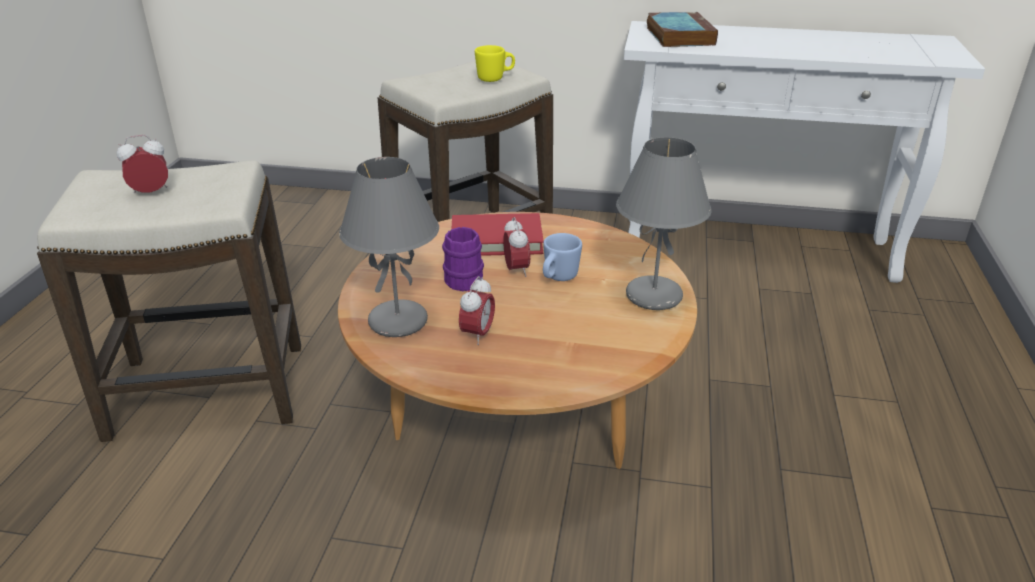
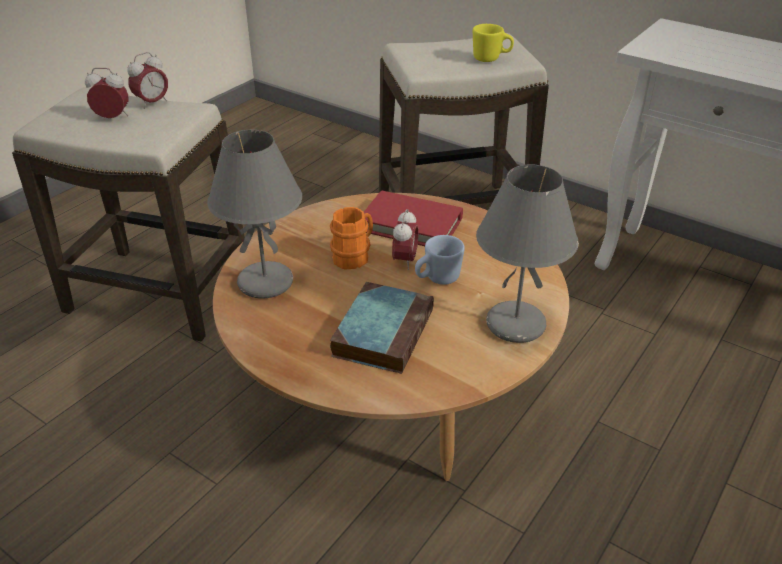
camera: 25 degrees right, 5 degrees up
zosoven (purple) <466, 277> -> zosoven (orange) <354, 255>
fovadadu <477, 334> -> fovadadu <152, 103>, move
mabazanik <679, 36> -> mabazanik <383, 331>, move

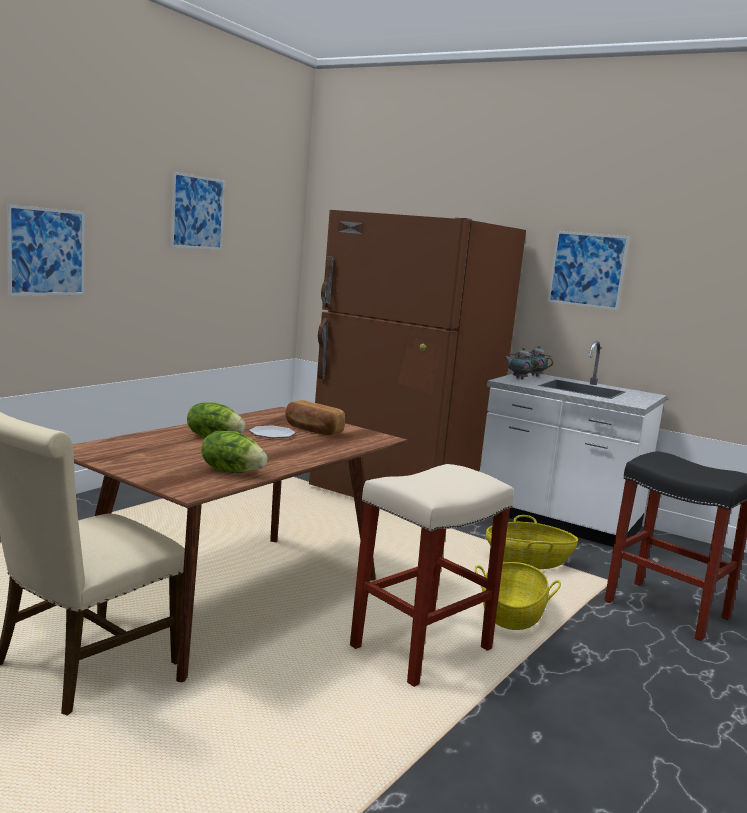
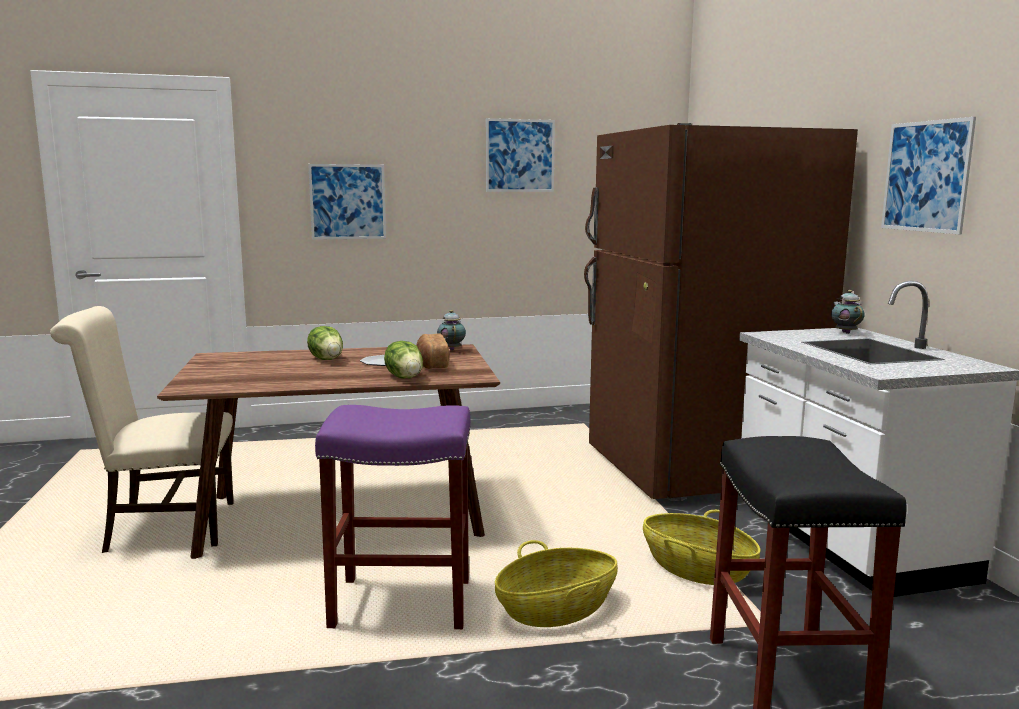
camera: 45 degrees right, 0 degrees up
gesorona <232, 471> -> gesorona <405, 377>, move
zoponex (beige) <422, 647> -> zoponex (purple) <404, 603>
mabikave <518, 378> -> mabikave <451, 349>, move

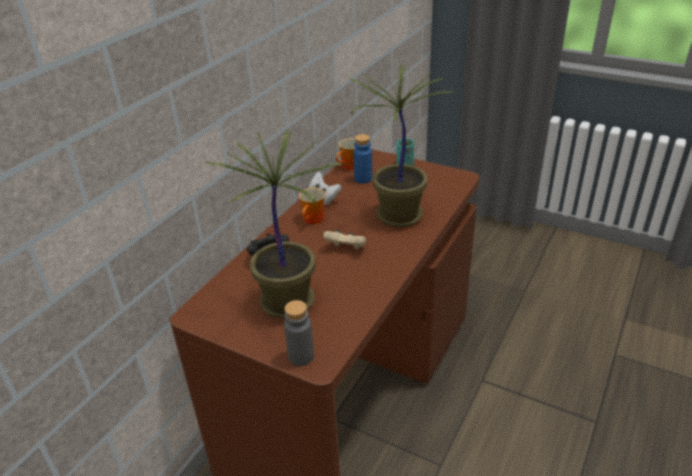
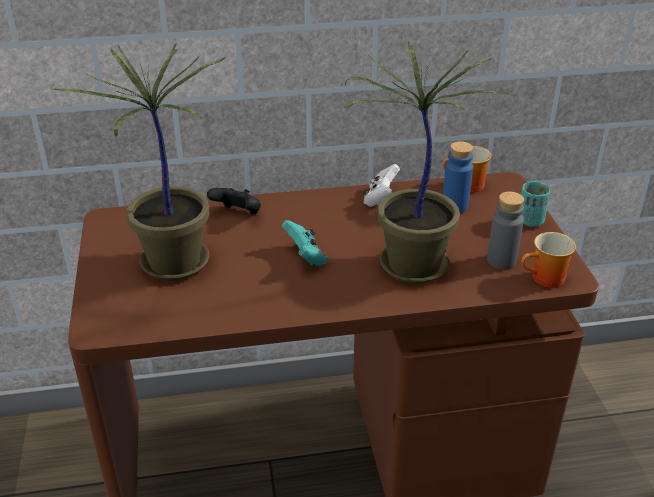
camera: 50 degrees right, 0 degrees up
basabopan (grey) <301, 356> -> basabopan (grey) <501, 261>, move
zosoven <314, 220> -> zosoven <545, 280>, move
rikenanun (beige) <346, 248> -> rikenanun (turquoise) <306, 257>

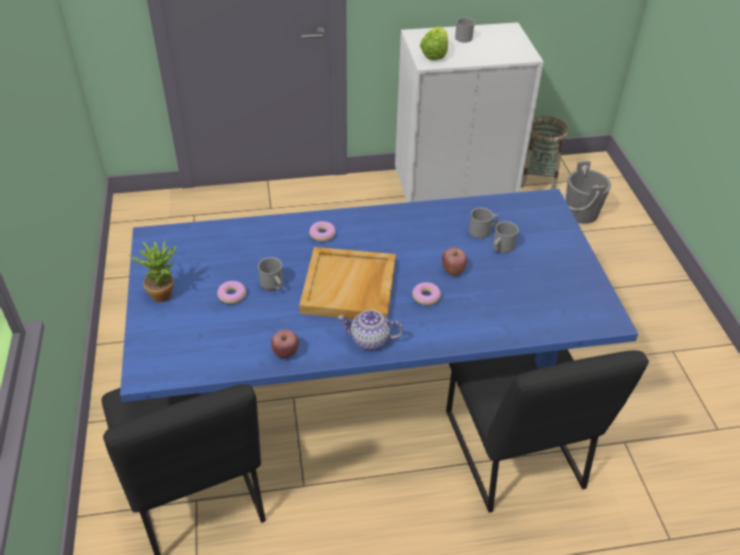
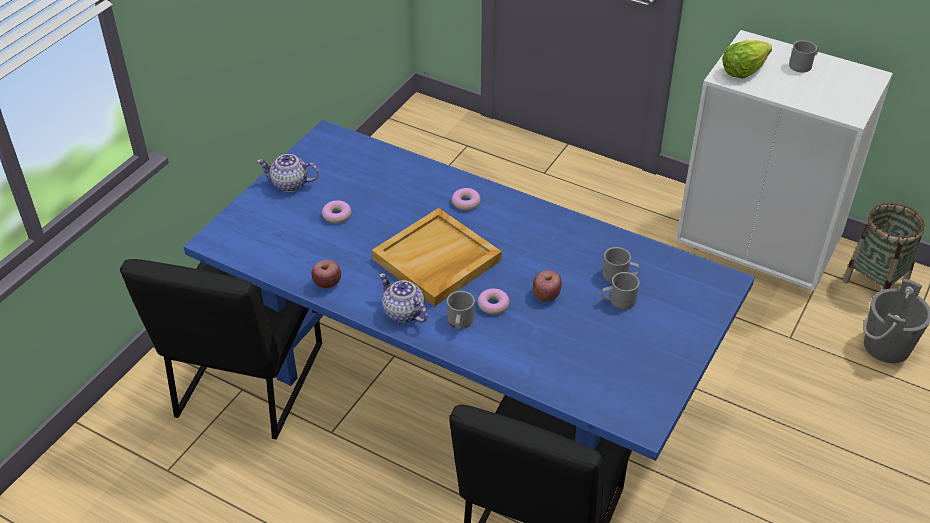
camera: 40 degrees right, 0 degrees up
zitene <163, 292> -> mabikave <290, 184>
zosoven (grey) <273, 285> -> zosoven (grey) <460, 323>, move

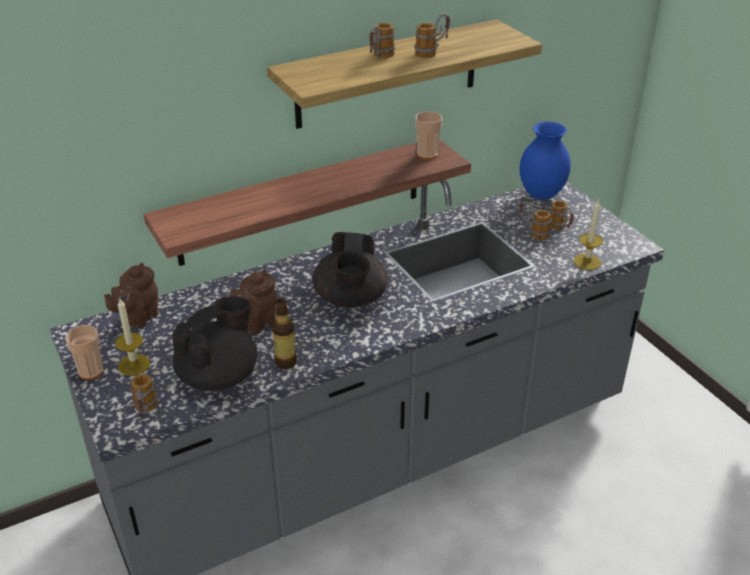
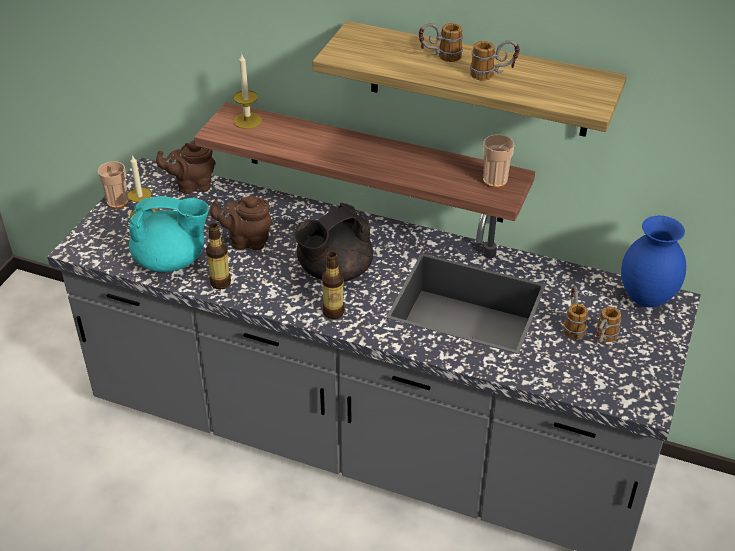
camera: 50 degrees right, 5 degrees up
zosoven <145, 412> -> none
mabikave (black) <219, 376> -> mabikave (turquoise) <172, 260>
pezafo <587, 262> -> pezafo <247, 120>, move
none -> basabopan <333, 312>

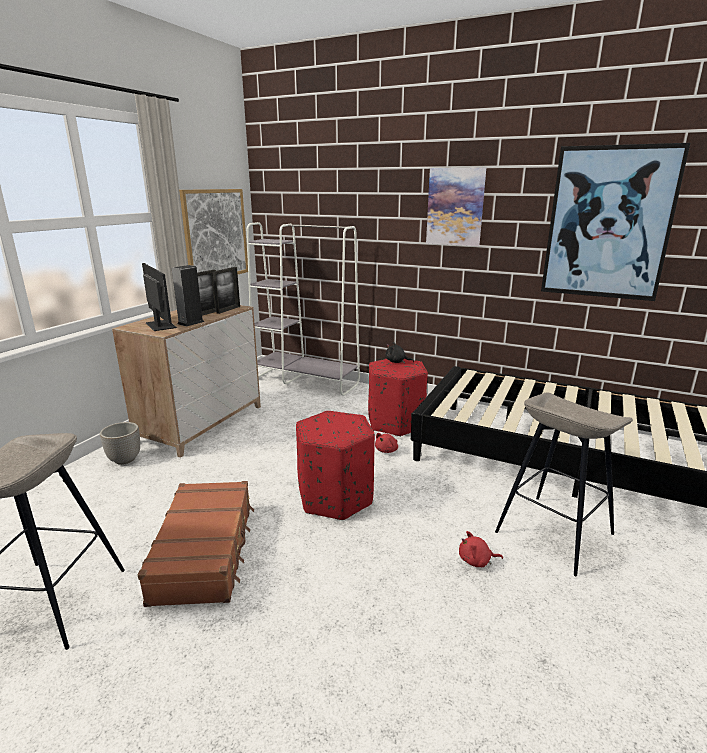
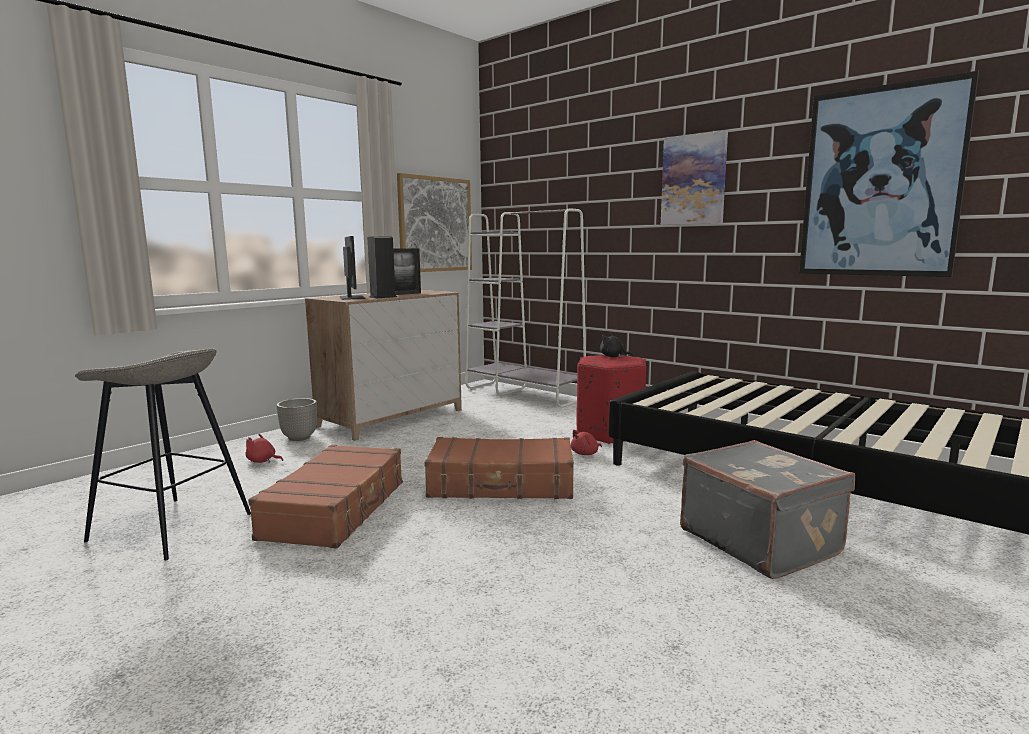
camera: 15 degrees right, 10 degrees down
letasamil <228, 310> -> none
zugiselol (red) <336, 497> -> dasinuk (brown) <501, 484>
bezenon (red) <476, 561> -> bezenon (red) <262, 461>, move
zoponex (grey) <553, 532> -> dasinuk (grey) <760, 541>

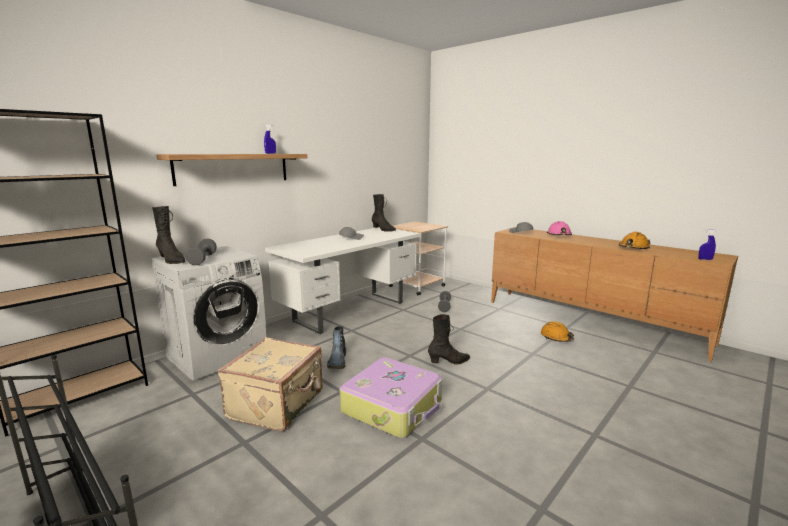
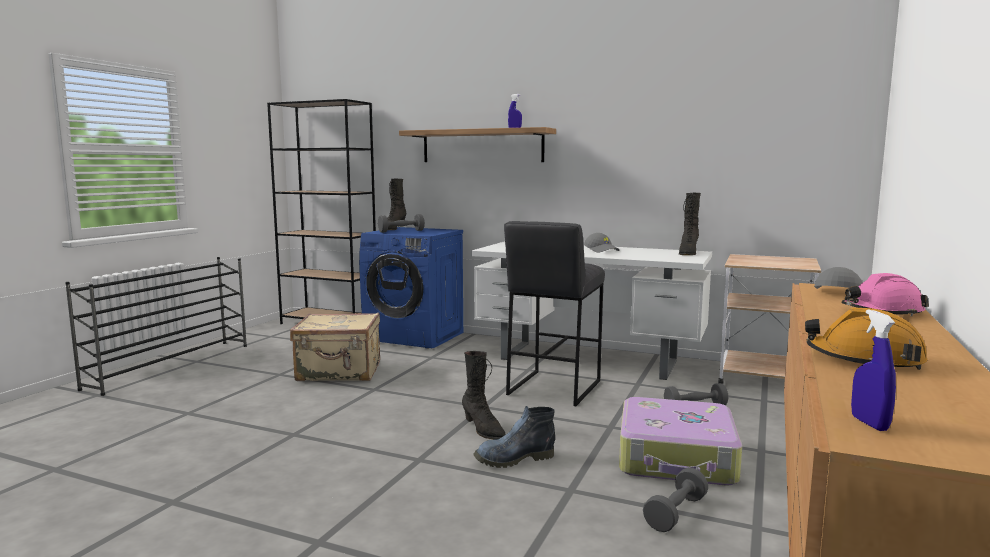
camera: 70 degrees right, 5 degrees down
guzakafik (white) <218, 357> -> guzakafik (blue) <415, 338>
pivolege <337, 361> -> pivolege <513, 459>, move
dasinuk <393, 407> -> dasinuk <677, 458>, move
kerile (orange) <556, 338> -> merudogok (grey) <675, 513>
none -> zoponex (grey) <553, 388>

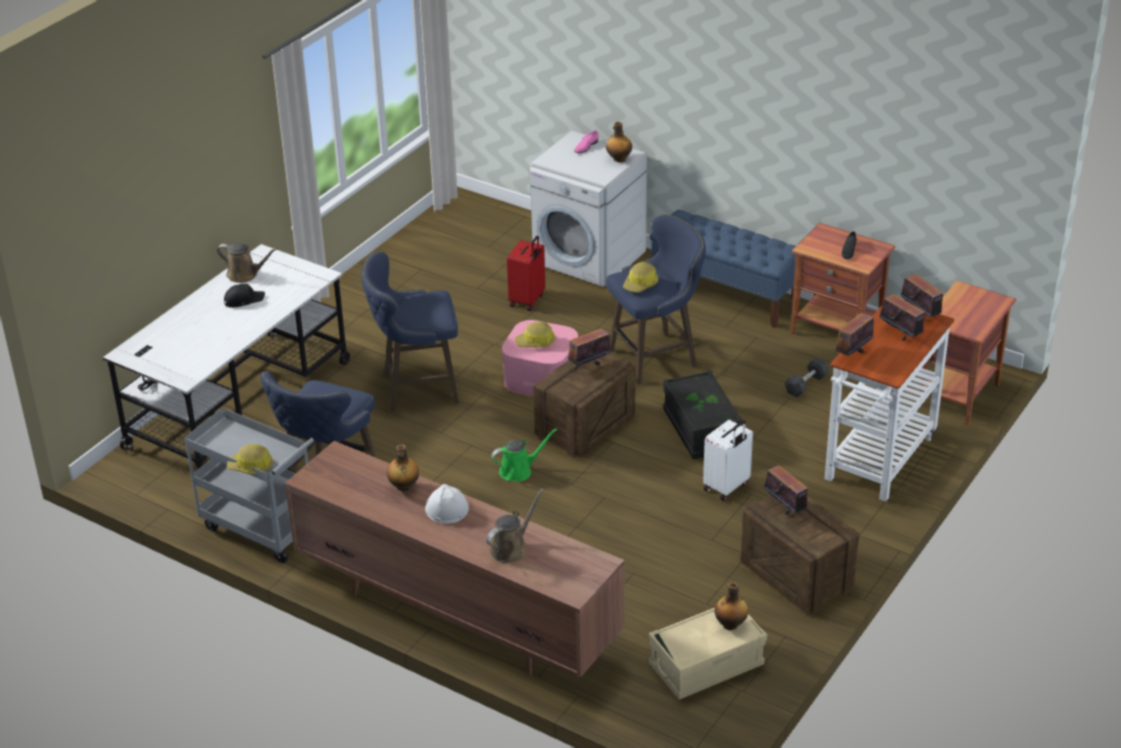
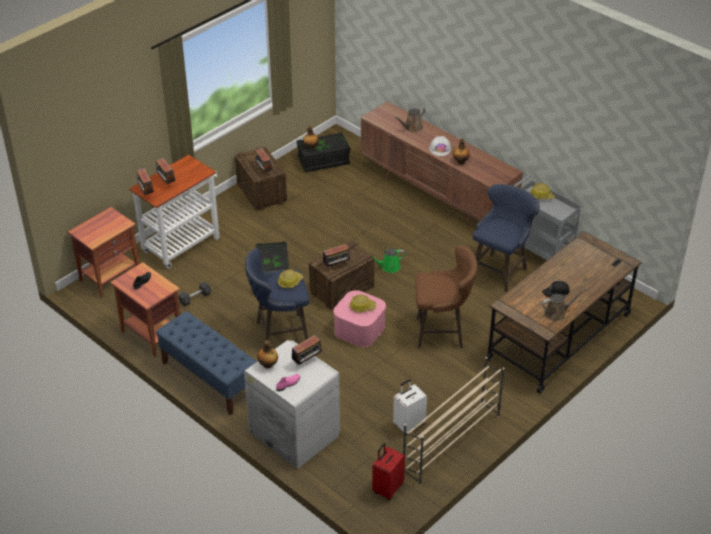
camera: 170 degrees left, 5 degrees up
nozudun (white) <238, 404> -> nozudun (brown) <559, 337>
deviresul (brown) <245, 275> -> deviresul (brown) <557, 313>, 135 degrees clockwise
zoponex (blue) <416, 388> -> zoponex (brown) <442, 332>
dasinuk (red) <528, 300> -> dasinuk (red) <387, 488>, move
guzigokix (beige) <706, 665> -> guzigokix (black) <323, 161>
dasinuk (white) <727, 487> -> dasinuk (white) <409, 424>, move
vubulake <852, 354> -> vubulake <307, 361>, move
none -> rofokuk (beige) <451, 444>

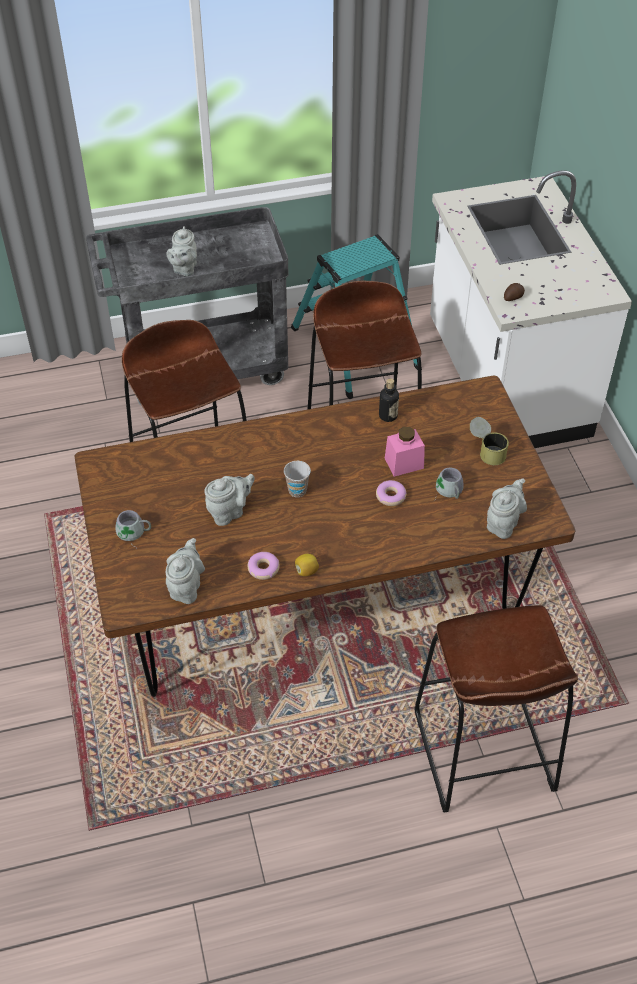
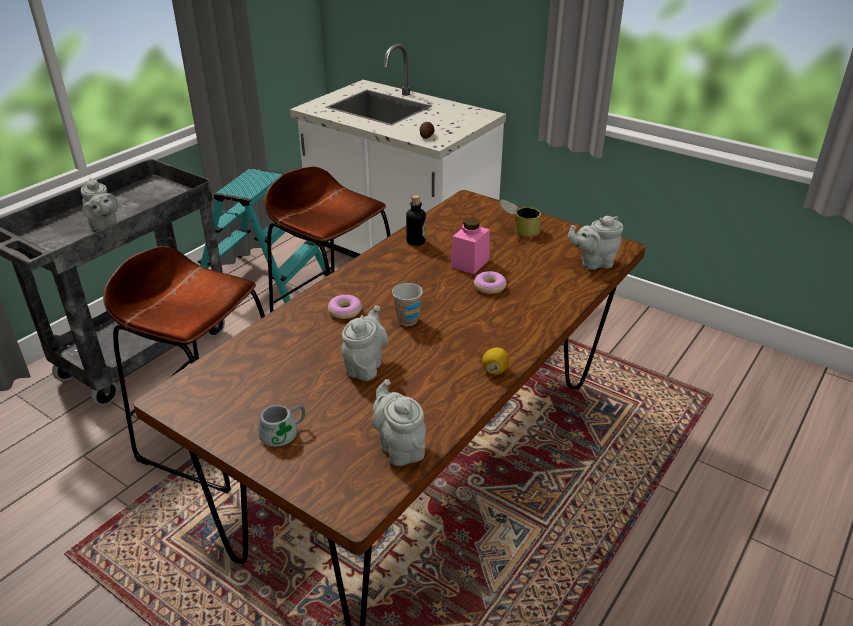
camera: 40 degrees left, 15 degrees down
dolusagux <263, 568> -> dolusagux <345, 311>, move
zoponex (brown) <483, 751> -> none
zosoven (grey) <447, 491> -> none
mabikave (grey) <503, 523> -> mabikave (grey) <593, 263>, 90 degrees counterclockwise

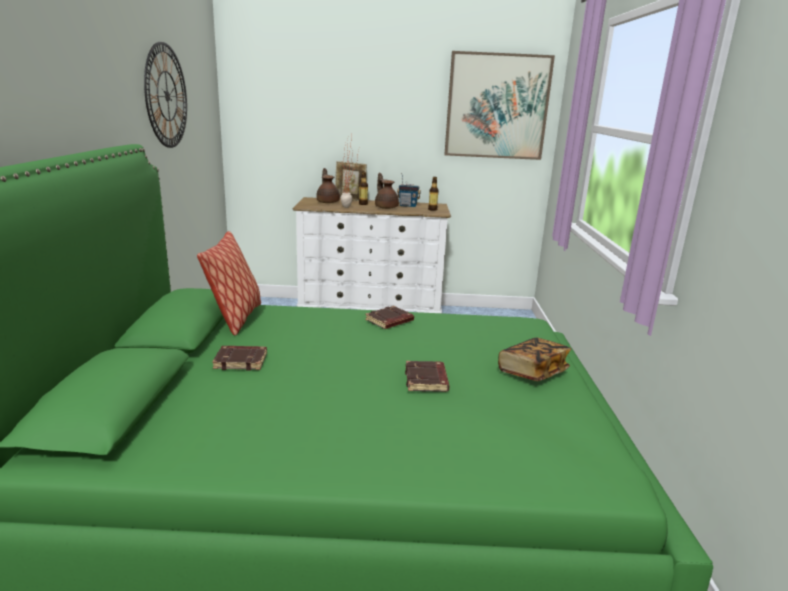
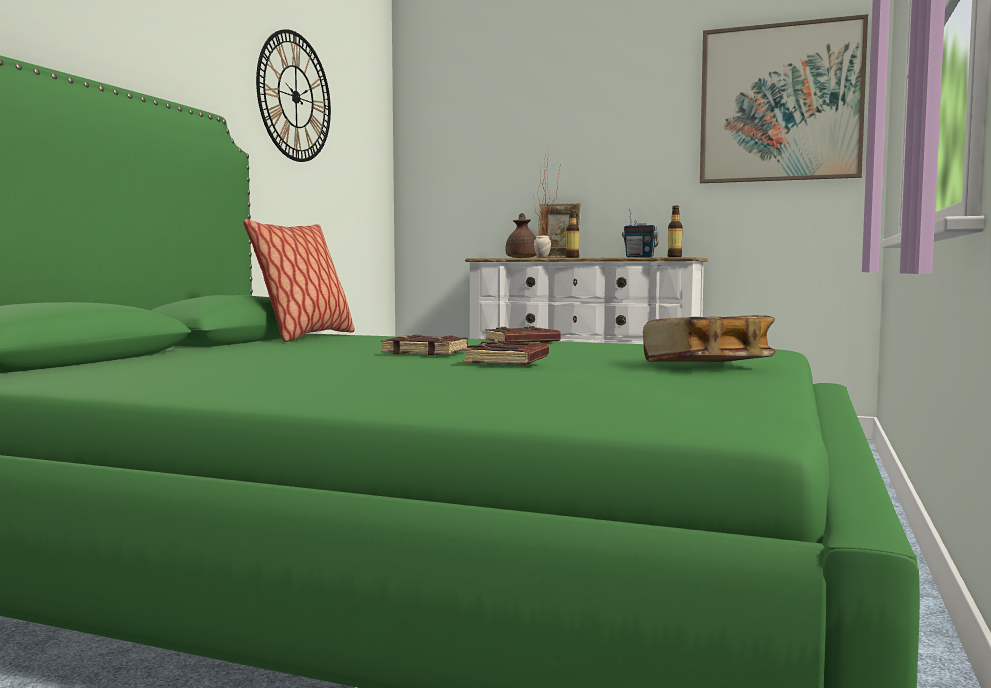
camera: 20 degrees right, 15 degrees down
mabazanik (brown) <241, 361> -> mabazanik (brown) <426, 352>, move
mabikave (brown) <386, 207> -> none

